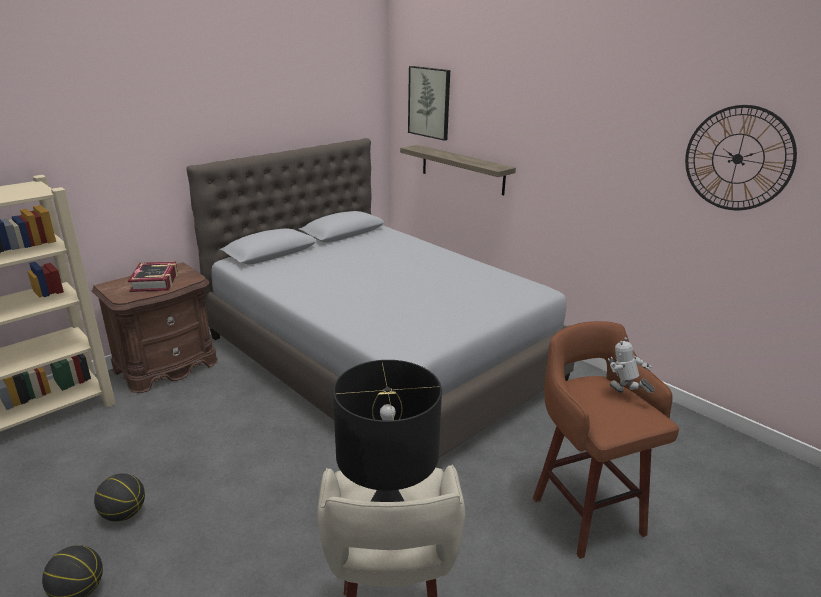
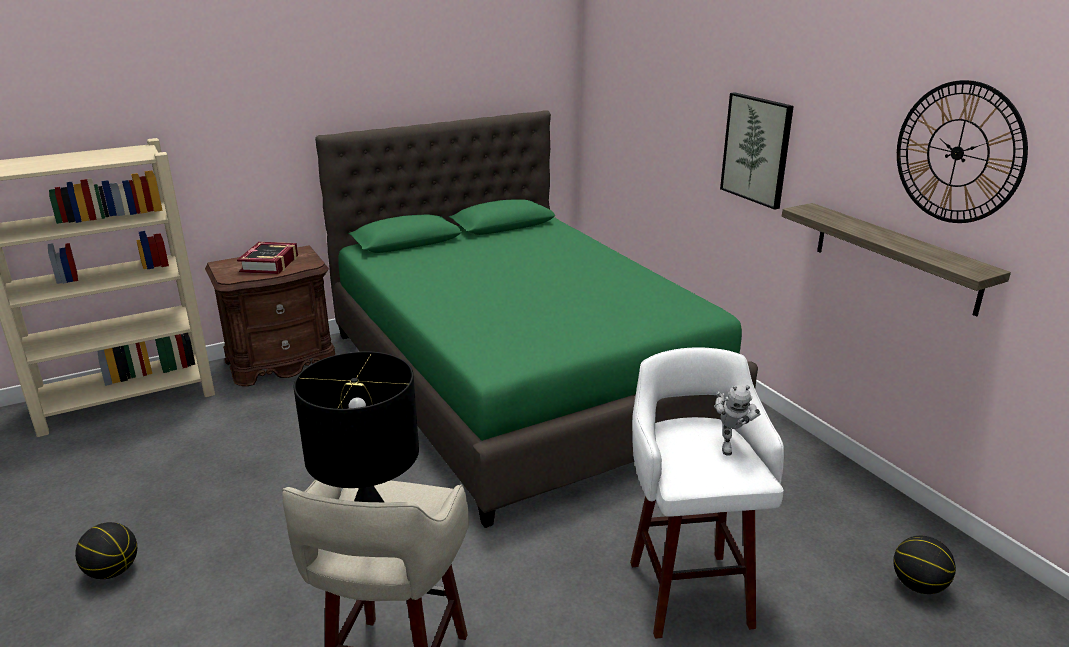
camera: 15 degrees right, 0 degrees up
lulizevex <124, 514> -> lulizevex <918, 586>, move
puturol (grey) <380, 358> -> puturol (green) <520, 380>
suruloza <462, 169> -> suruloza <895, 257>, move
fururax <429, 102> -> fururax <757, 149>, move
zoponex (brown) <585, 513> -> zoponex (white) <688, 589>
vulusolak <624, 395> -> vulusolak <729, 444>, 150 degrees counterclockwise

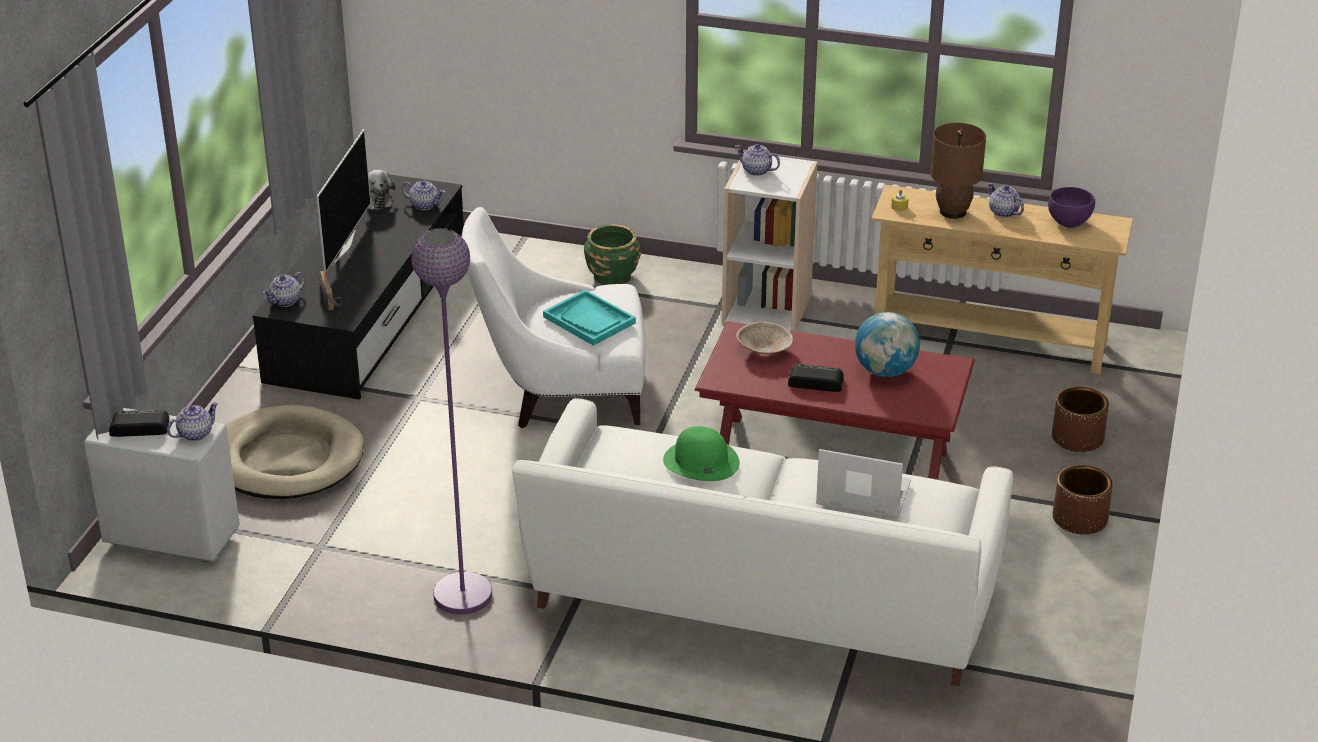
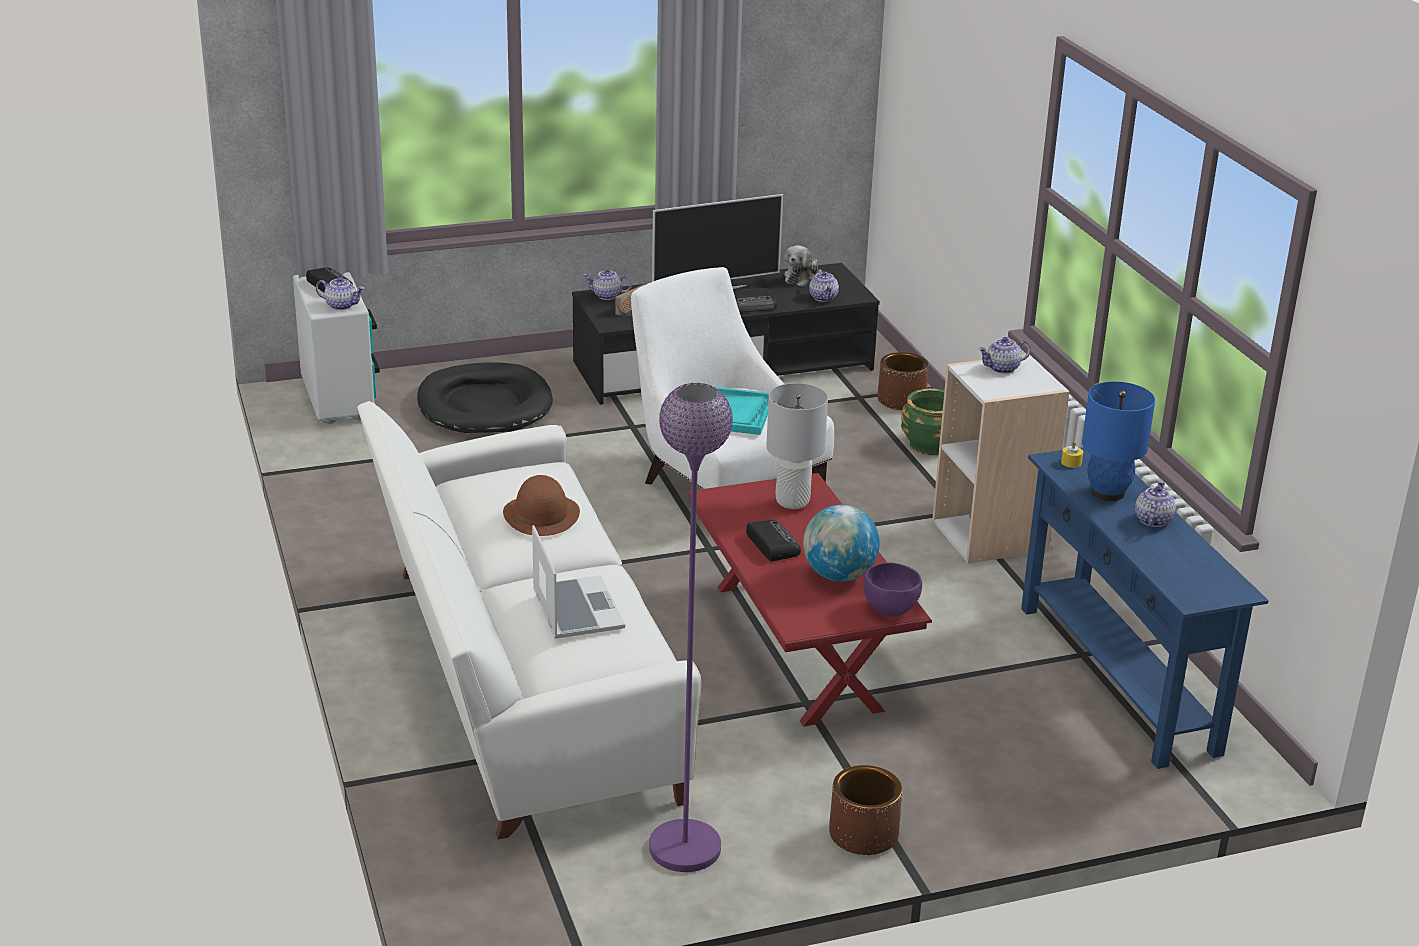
camera: 55 degrees right, 5 degrees down
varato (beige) <285, 459> -> varato (black) <484, 405>
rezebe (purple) <462, 595> -> rezebe (purple) <684, 848>, move
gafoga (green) <700, 461> -> gafoga (brown) <541, 514>
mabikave <756, 171> -> mabikave <1002, 368>, 105 degrees counterclockwise
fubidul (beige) <765, 350> -> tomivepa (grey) <792, 504>
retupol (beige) <989, 341> -> retupol (blue) <1118, 678>
tomivepa (brown) <953, 212> -> tomivepa (blue) <1107, 493>
fubidul (purple) <1069, 222> -> fubidul (purple) <891, 609>, move
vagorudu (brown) <1077, 438> -> vagorudu (brown) <901, 400>, move
none -> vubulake <752, 305>

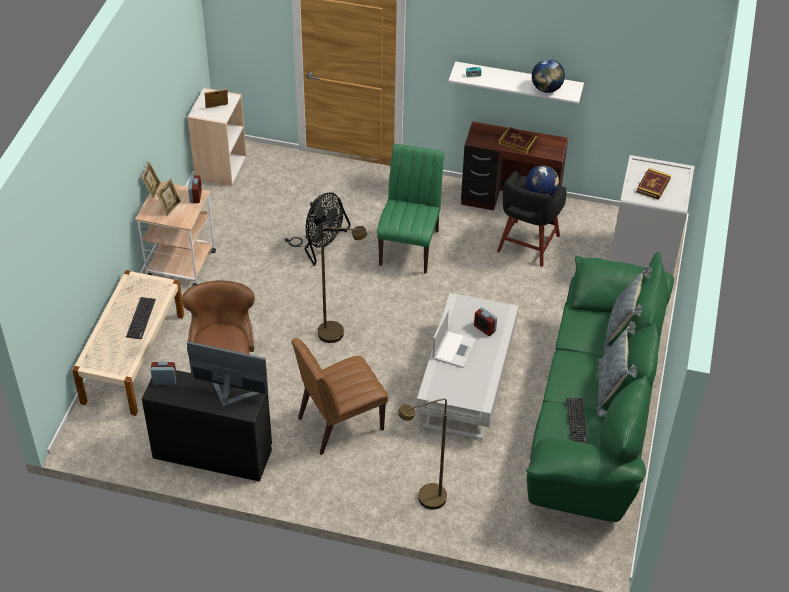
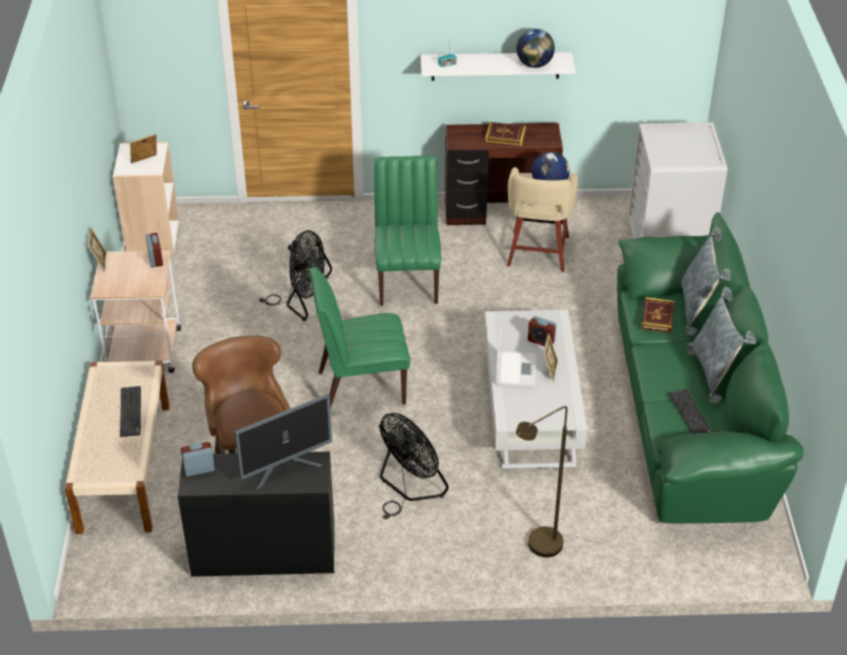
camera: 15 degrees left, 5 degrees down
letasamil <170, 207> -> letasamil <549, 370>, move
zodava <229, 394> -> zodava <286, 467>, 150 degrees clockwise
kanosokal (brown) <341, 423> -> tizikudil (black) <405, 485>
rezebe (brown) <338, 333> -> kanosokal (green) <362, 387>
zoponex (black) <527, 245> -> zoponex (beige) <537, 253>
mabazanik <653, 185> -> mabazanik <657, 317>, move

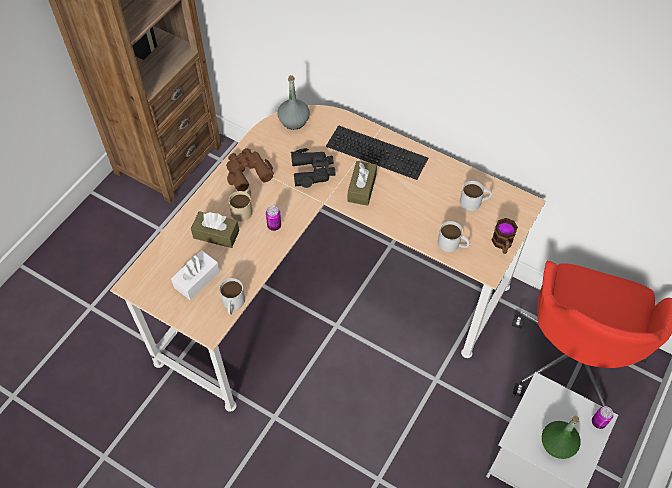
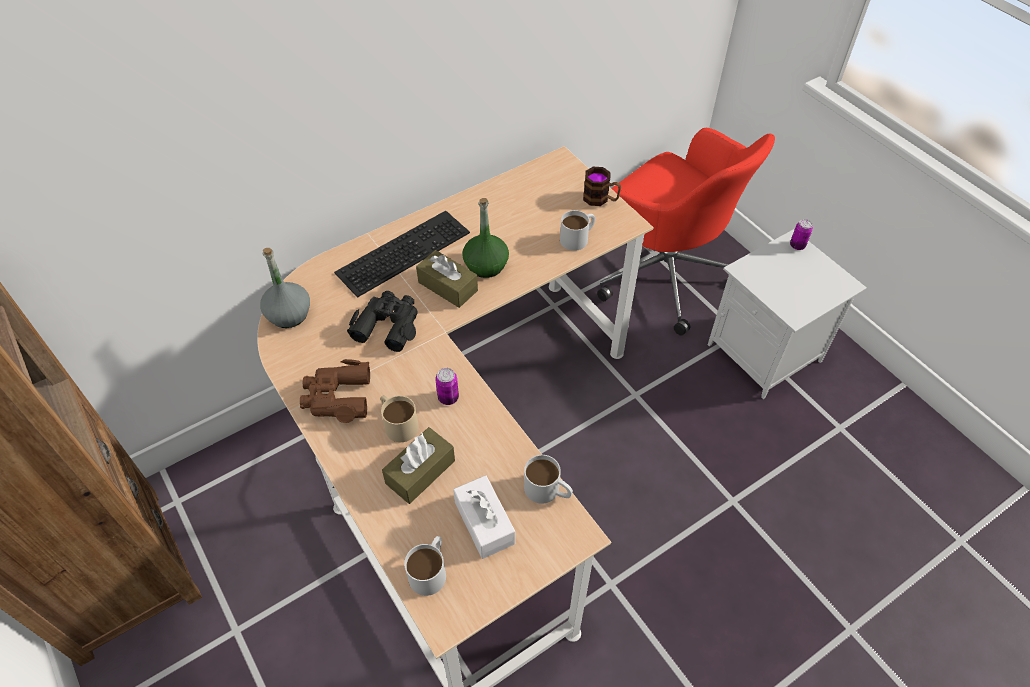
camera: 65 degrees left, 5 degrees down
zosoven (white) <474, 201> -> zosoven (white) <430, 569>, move
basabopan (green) <557, 444> -> basabopan (green) <485, 265>, move

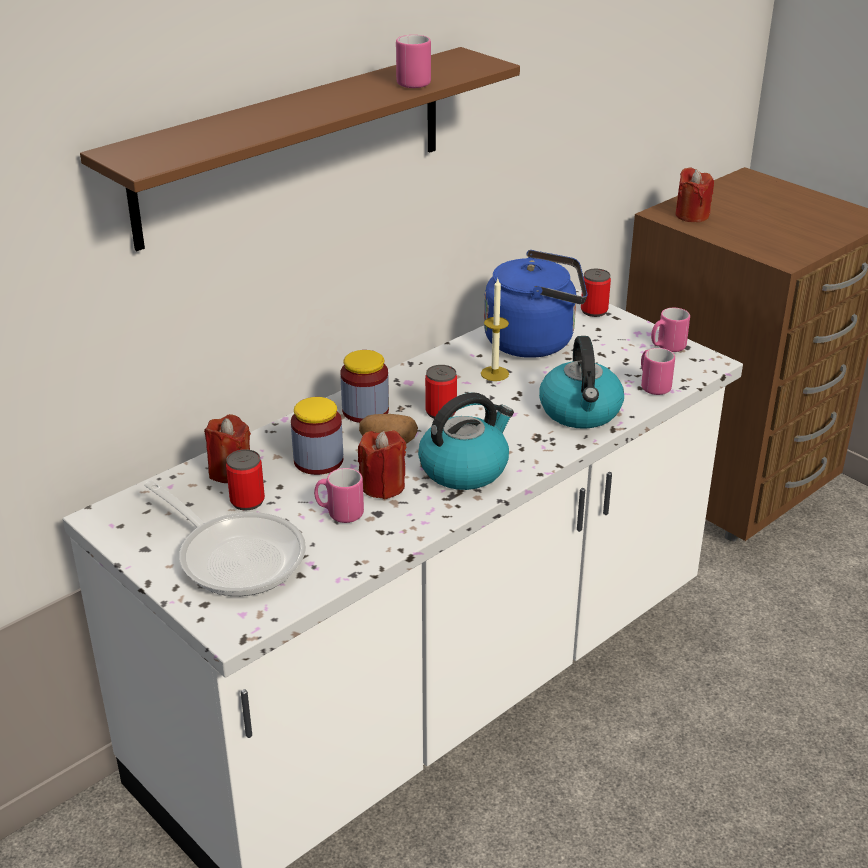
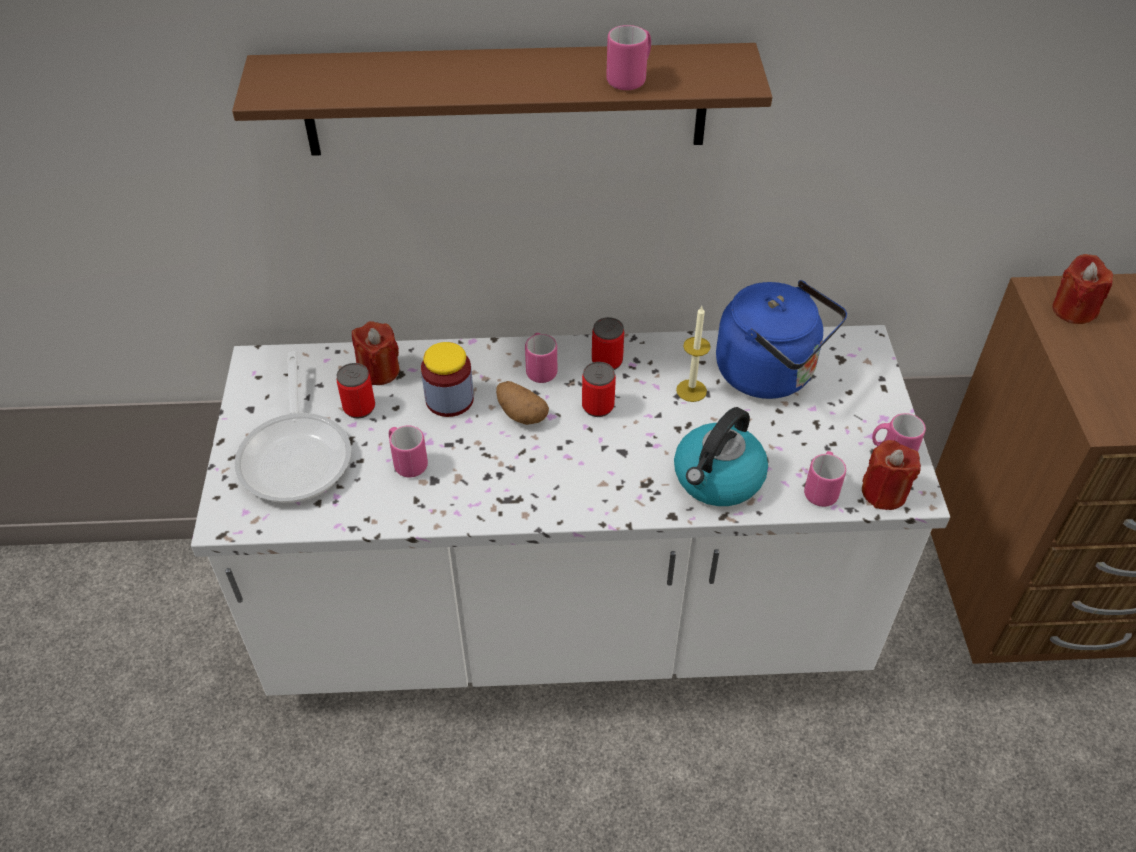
camera: 40 degrees right, 15 degrees up
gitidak <365, 411> -> zosoven (pink) <540, 369>
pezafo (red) <383, 486> -> pezafo (red) <884, 492>, move
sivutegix <464, 468> -> none
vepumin <594, 311> -> vepumin <607, 361>, move

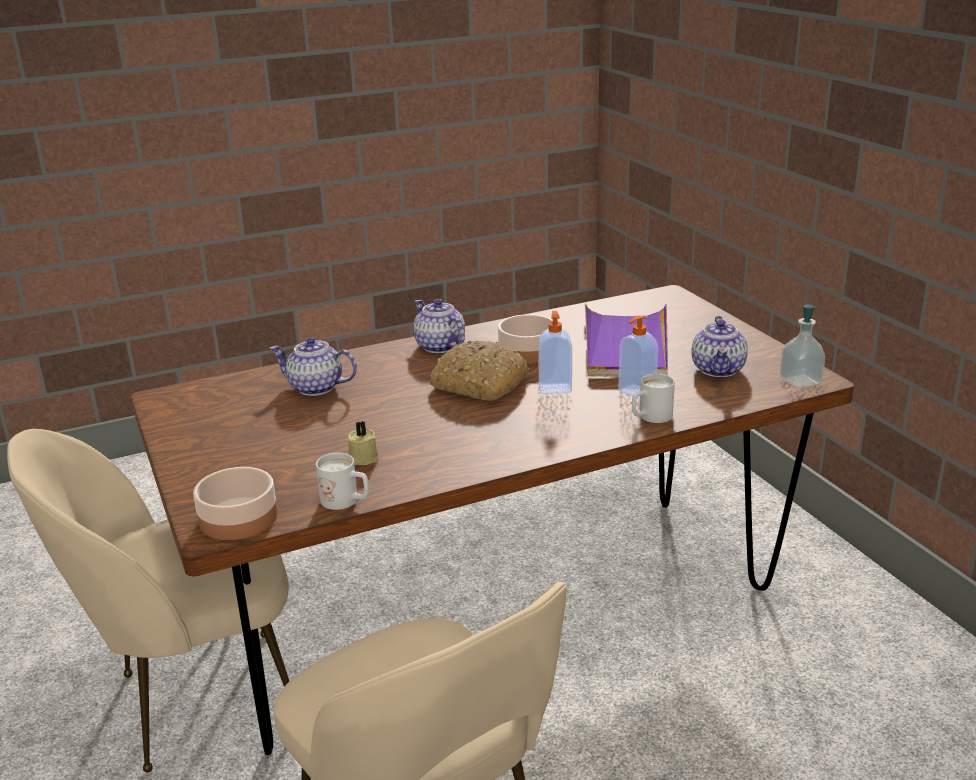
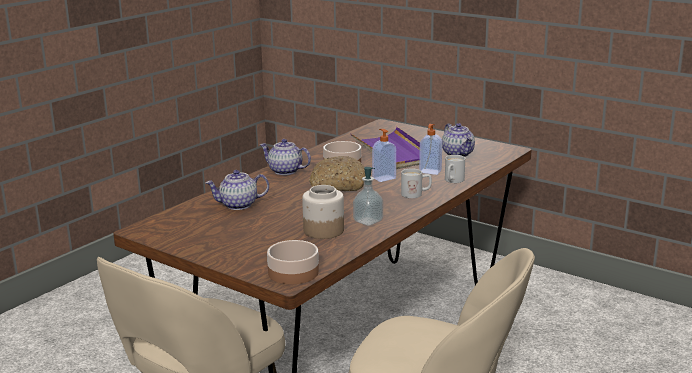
camera: 30 degrees left, 5 degrees down
zosoven (white) <346, 501> -> zosoven (white) <416, 194>, move
pezafo (beige) <362, 458> -> gitidak <323, 230>
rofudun <800, 381> -> rofudun <368, 221>, move

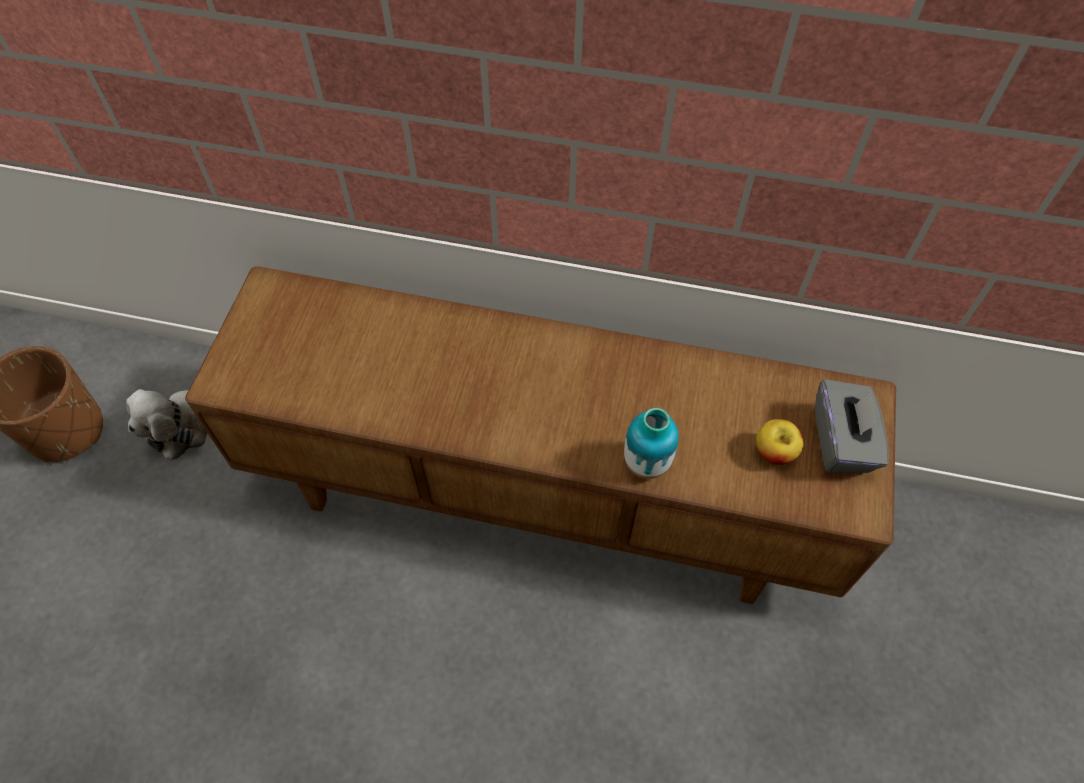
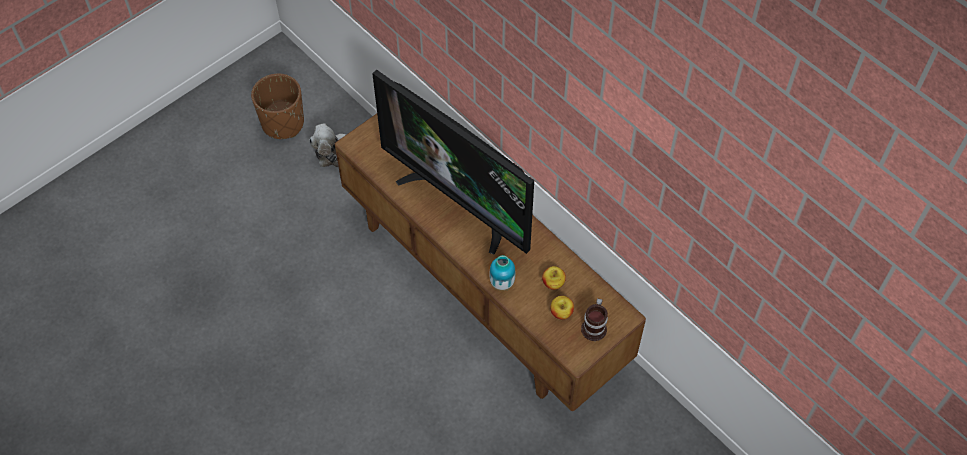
camera: 35 degrees right, 0 degrees up
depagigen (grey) <842, 442> -> zosoven <595, 327>
none -> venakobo <460, 202>
none -> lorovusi <553, 283>

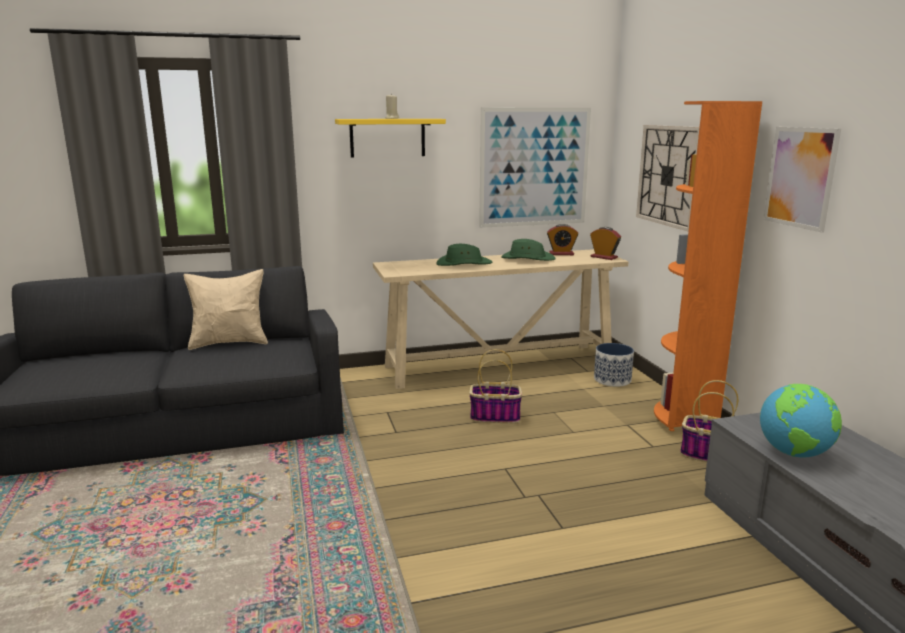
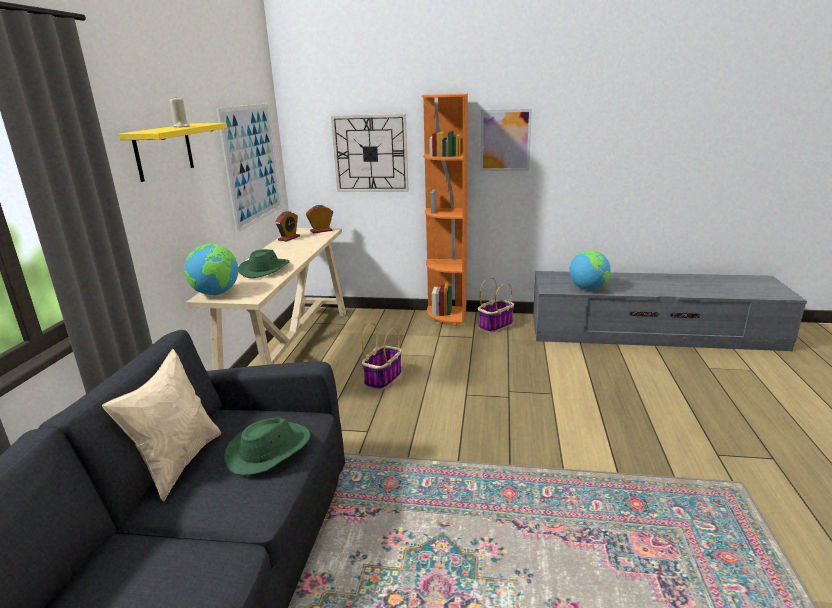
camera: 65 degrees left, 5 degrees up
gafoga (green) <527, 259> -> gafoga (green) <269, 450>, move
vagorudu <612, 380> -> none
none -> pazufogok <216, 293>

